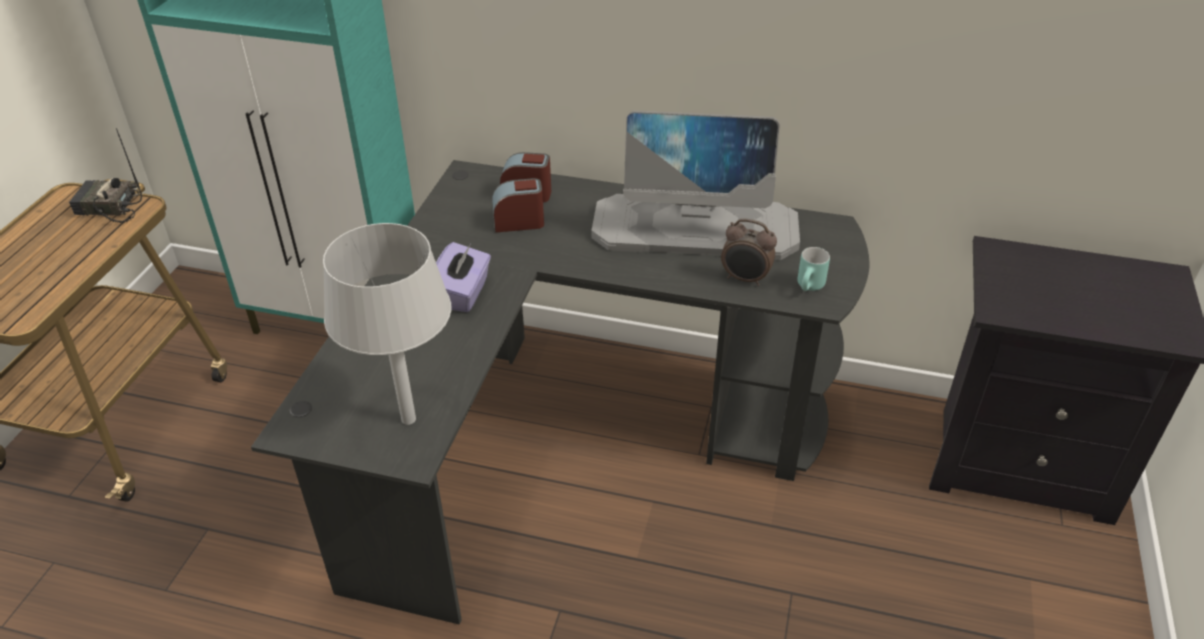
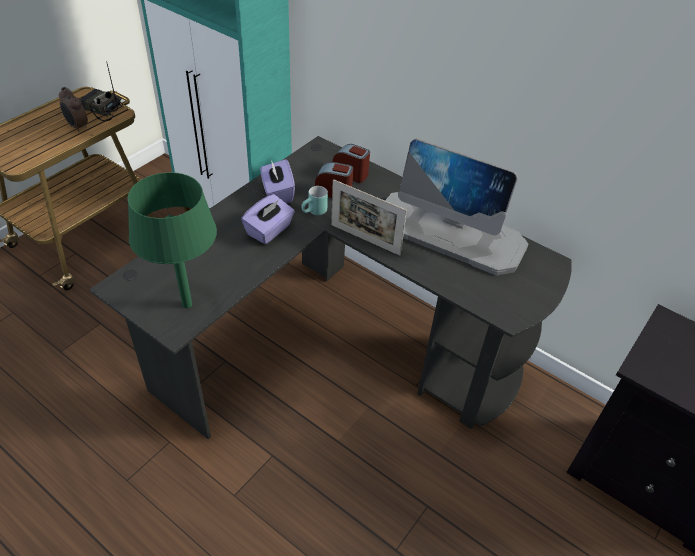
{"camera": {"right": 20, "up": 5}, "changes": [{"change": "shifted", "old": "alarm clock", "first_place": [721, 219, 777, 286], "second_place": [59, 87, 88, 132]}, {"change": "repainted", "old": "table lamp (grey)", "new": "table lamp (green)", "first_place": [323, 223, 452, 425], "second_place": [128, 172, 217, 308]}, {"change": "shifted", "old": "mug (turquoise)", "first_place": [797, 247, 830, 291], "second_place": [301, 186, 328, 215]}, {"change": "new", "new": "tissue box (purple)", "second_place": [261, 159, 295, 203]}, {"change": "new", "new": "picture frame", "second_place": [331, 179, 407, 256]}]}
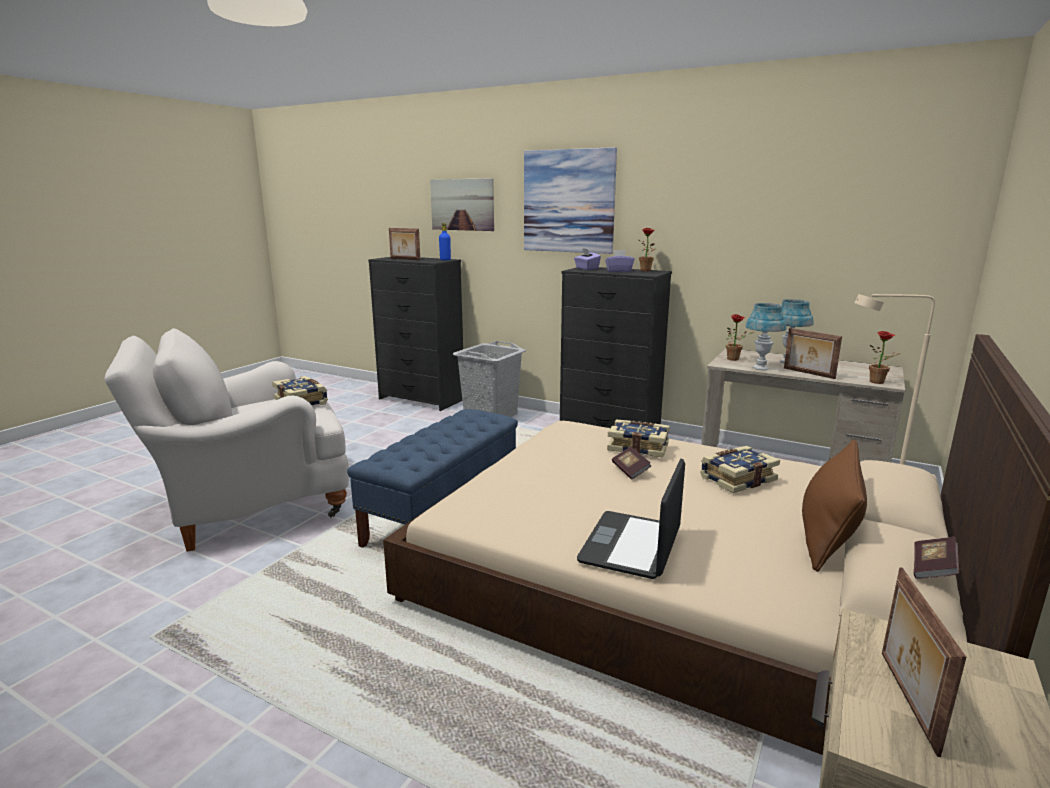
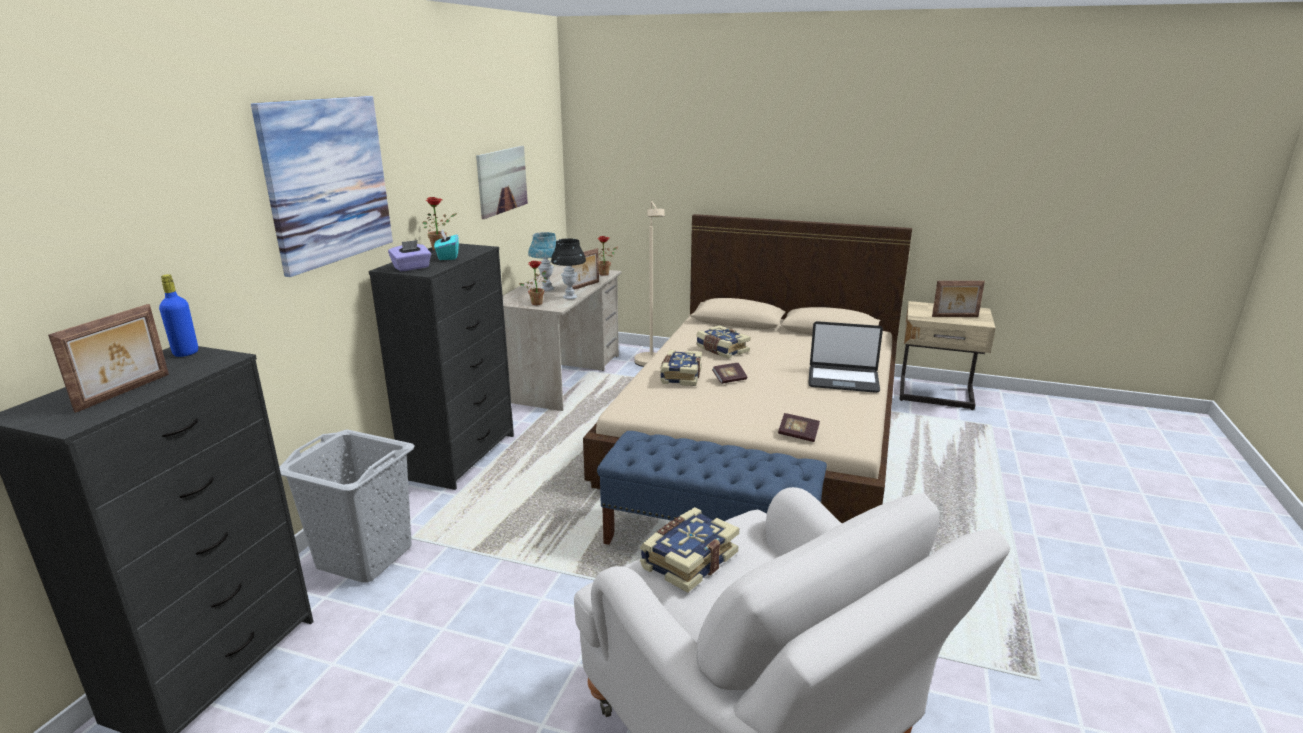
{"camera": {"right": -100, "up": 5}, "changes": [{"change": "shifted", "old": "picture", "first_place": [430, 178, 494, 231], "second_place": [476, 146, 528, 219]}, {"change": "repainted", "old": "tissue box (purple)", "new": "tissue box (turquoise)", "first_place": [605, 250, 634, 272], "second_place": [434, 229, 459, 260]}, {"change": "repainted", "old": "table lamp (blue)", "new": "table lamp (black)", "first_place": [745, 303, 787, 370], "second_place": [551, 238, 586, 299]}, {"change": "gone", "old": "pillow (brown)", "first_place": [802, 440, 867, 572]}, {"change": "shifted", "old": "book", "first_place": [914, 537, 959, 579], "second_place": [778, 413, 820, 442]}]}
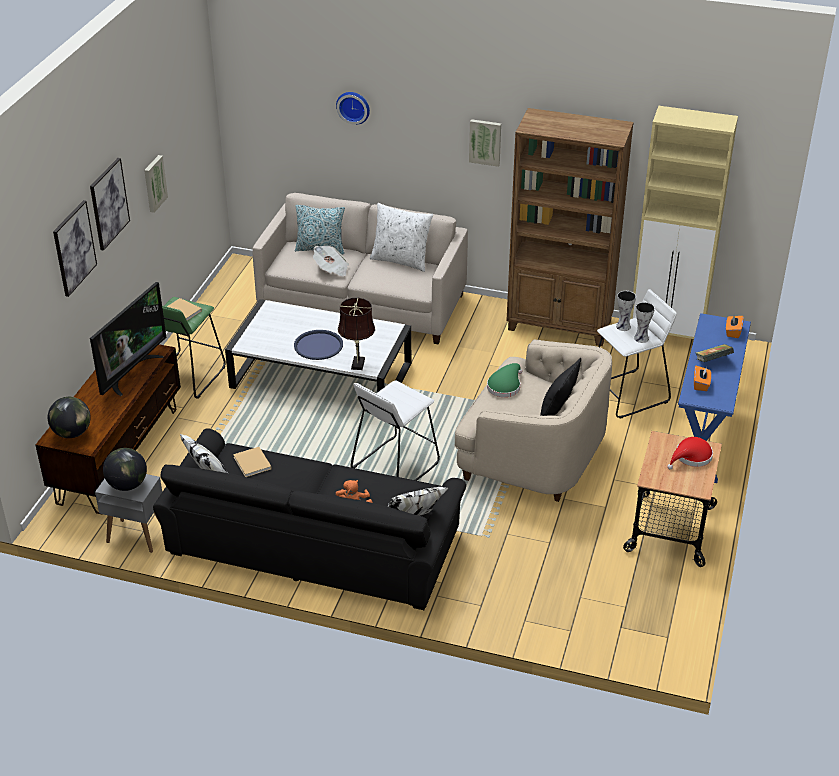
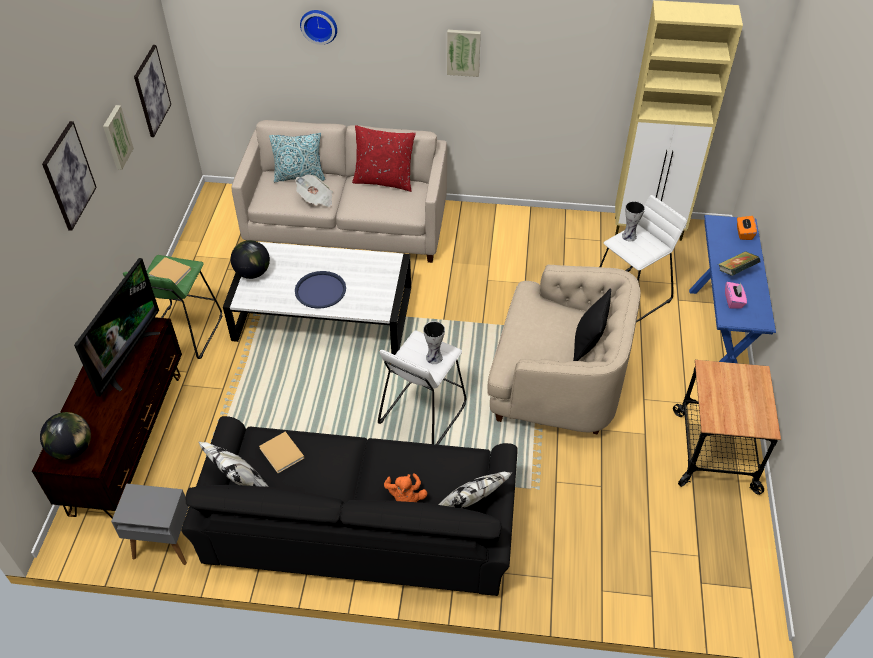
{"camera": {"right": -10, "up": 10}, "changes": [{"change": "gone", "old": "bookcase (brown)", "first_place": [506, 108, 634, 346]}, {"change": "shifted", "old": "picture", "first_place": [53, 200, 97, 297], "second_place": [134, 45, 171, 137]}, {"change": "repainted", "old": "pillow (white)", "new": "pillow (red)", "first_place": [370, 203, 433, 272], "second_place": [352, 125, 416, 192]}, {"change": "gone", "old": "table lamp (brown)", "first_place": [338, 298, 375, 370]}, {"change": "shifted", "old": "vase", "first_place": [634, 302, 655, 343], "second_place": [423, 321, 445, 364]}, {"change": "gone", "old": "hat (green)", "first_place": [487, 363, 522, 397]}, {"change": "repainted", "old": "tissue box (orange)", "new": "tissue box (pink)", "first_place": [694, 366, 711, 391], "second_place": [725, 282, 747, 308]}, {"change": "gone", "old": "hat (red)", "first_place": [667, 437, 713, 469]}, {"change": "shifted", "old": "globe", "first_place": [103, 448, 147, 491], "second_place": [231, 240, 270, 279]}]}
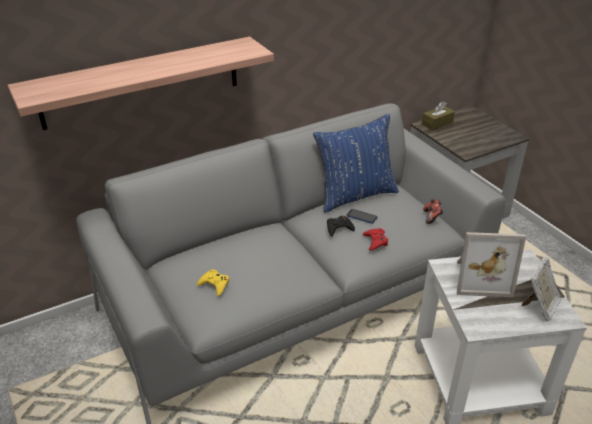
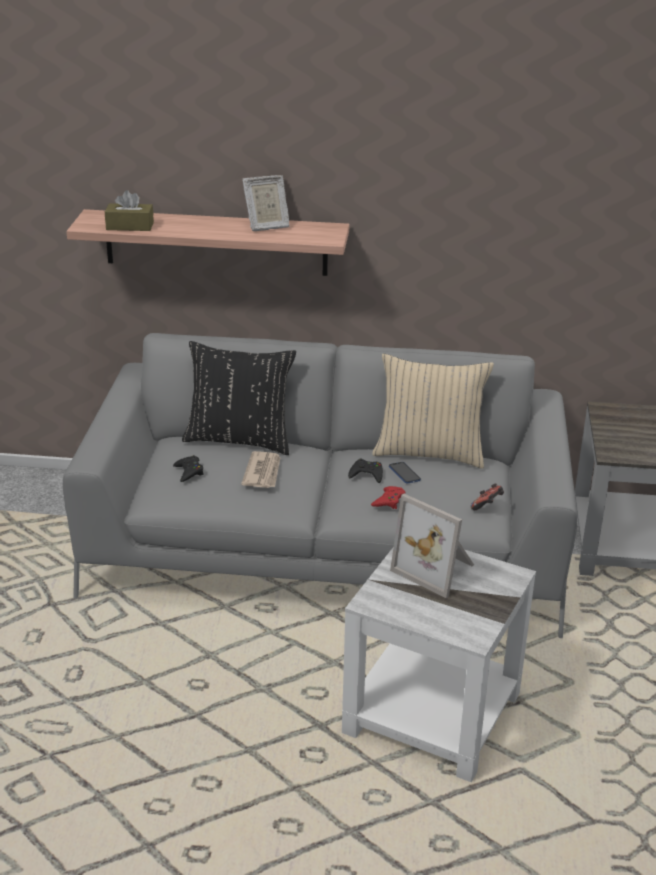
{"camera": {"right": 35, "up": -5}, "changes": [{"change": "shifted", "old": "tissue box (brown)", "first_place": [422, 101, 455, 131], "second_place": [105, 190, 154, 231]}, {"change": "repainted", "old": "pillow (blue)", "new": "pillow (beige)", "first_place": [313, 114, 399, 213], "second_place": [372, 354, 494, 469]}, {"change": "shifted", "old": "picture frame", "first_place": [522, 257, 561, 321], "second_place": [242, 175, 289, 231]}, {"change": "repainted", "old": "game controller (yellow)", "new": "game controller (black)", "first_place": [197, 269, 229, 296], "second_place": [173, 455, 204, 482]}, {"change": "new", "new": "pillow (black)", "second_place": [182, 341, 296, 455]}, {"change": "new", "new": "newspaper", "second_place": [241, 451, 281, 488]}]}
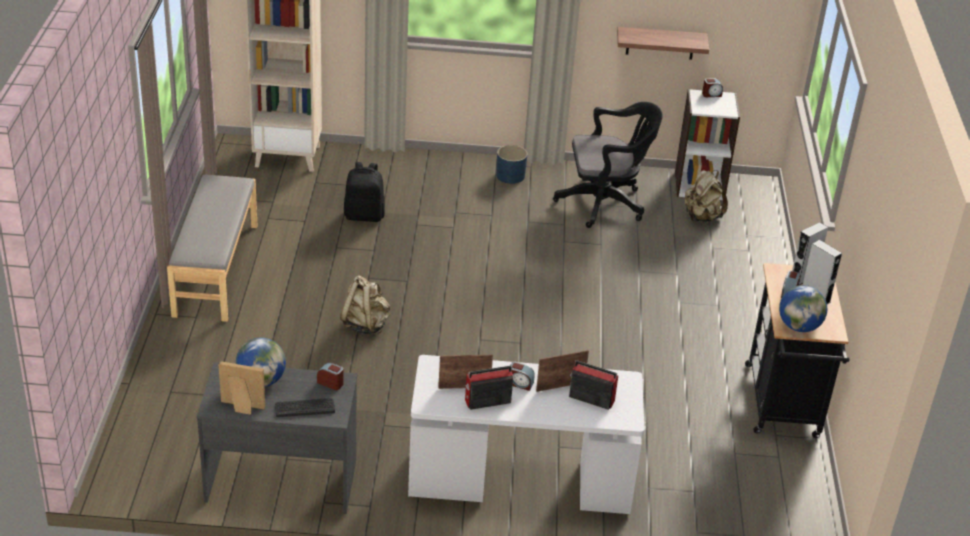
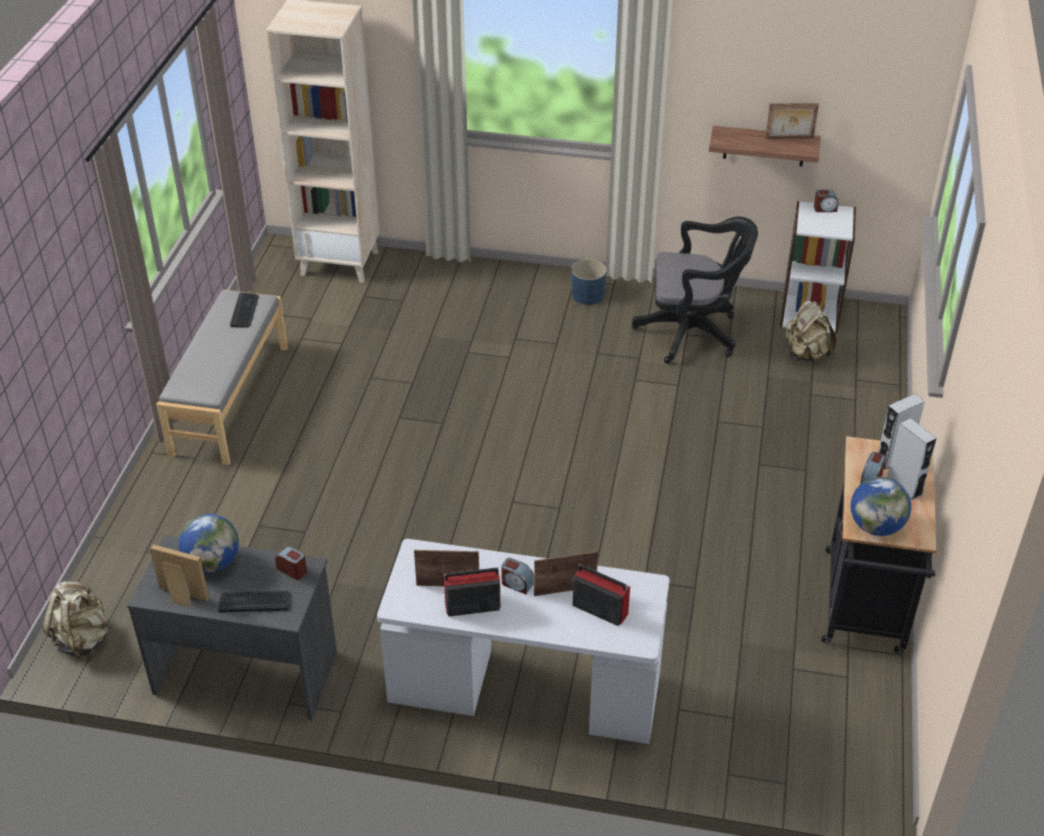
{"camera": {"right": 10, "up": 5}, "changes": [{"change": "gone", "old": "backpack (black)", "first_place": [344, 162, 385, 222]}, {"change": "shifted", "old": "backpack (beige)", "first_place": [340, 276, 390, 335], "second_place": [42, 581, 108, 660]}, {"change": "new", "new": "picture frame", "second_place": [765, 103, 819, 139]}, {"change": "new", "new": "keyboard", "second_place": [230, 292, 259, 328]}]}
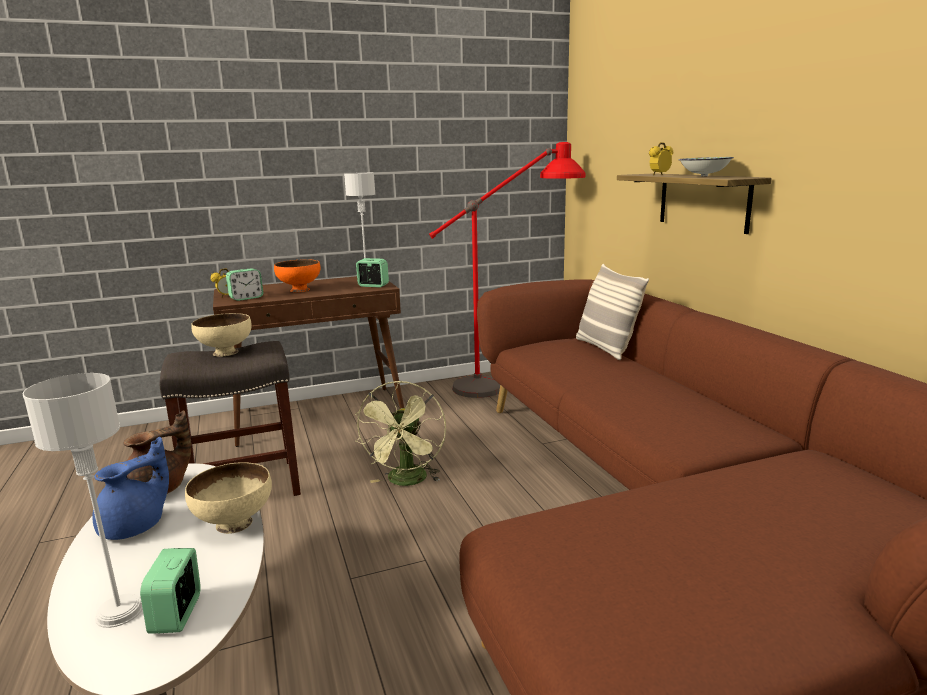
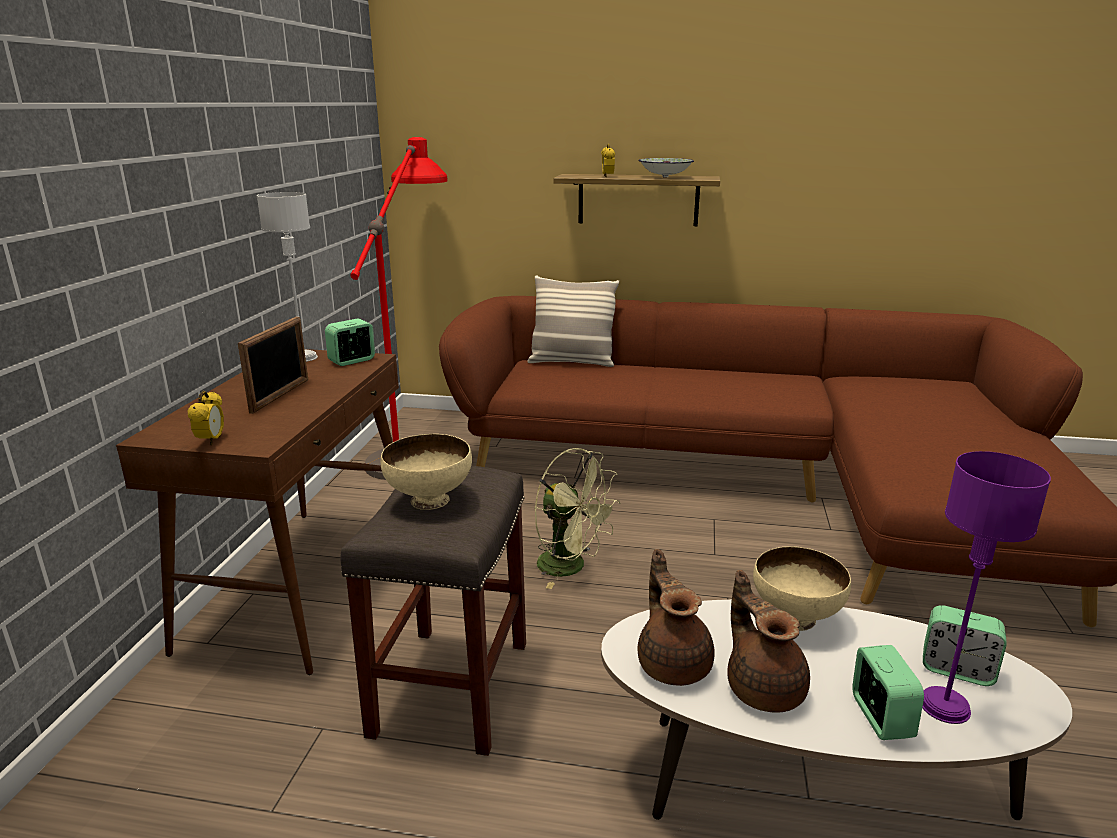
{"camera": {"right": -60, "up": 5}, "changes": [{"change": "swapped", "old": "bowl (orange)", "new": "picture frame", "first_place": [274, 259, 321, 292], "second_place": [238, 316, 308, 414]}, {"change": "shifted", "old": "alarm clock", "first_place": [226, 268, 263, 301], "second_place": [852, 645, 924, 740]}, {"change": "repainted", "old": "table lamp (grey)", "new": "table lamp (purple)", "first_place": [22, 373, 143, 628], "second_place": [922, 451, 1051, 724]}, {"change": "repainted", "old": "teapot (blue)", "new": "teapot (brown)", "first_place": [92, 437, 169, 540], "second_place": [727, 570, 810, 712]}]}
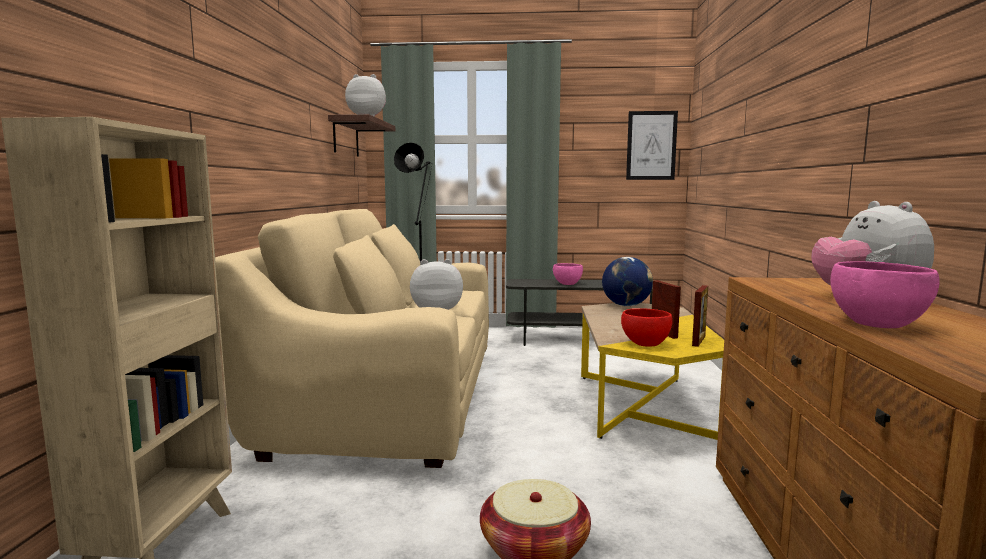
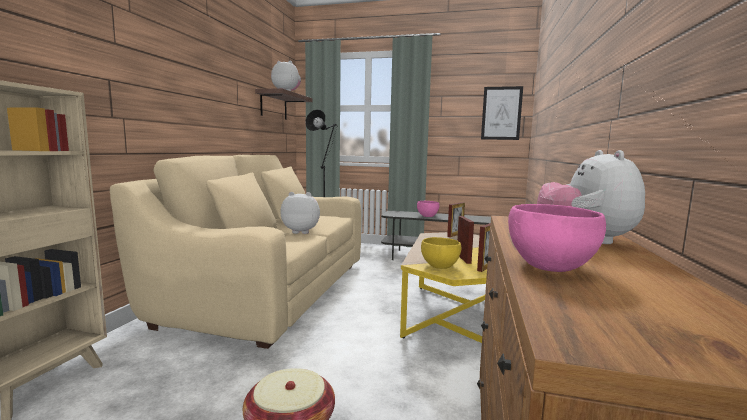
{"camera": {"right": 10, "up": 0}, "changes": [{"change": "swapped", "old": "globe", "new": "picture frame", "first_place": [602, 257, 653, 306], "second_place": [447, 202, 465, 237]}, {"change": "repainted", "old": "bowl (red)", "new": "bowl (yellow)", "first_place": [621, 308, 673, 346], "second_place": [421, 237, 461, 269]}]}
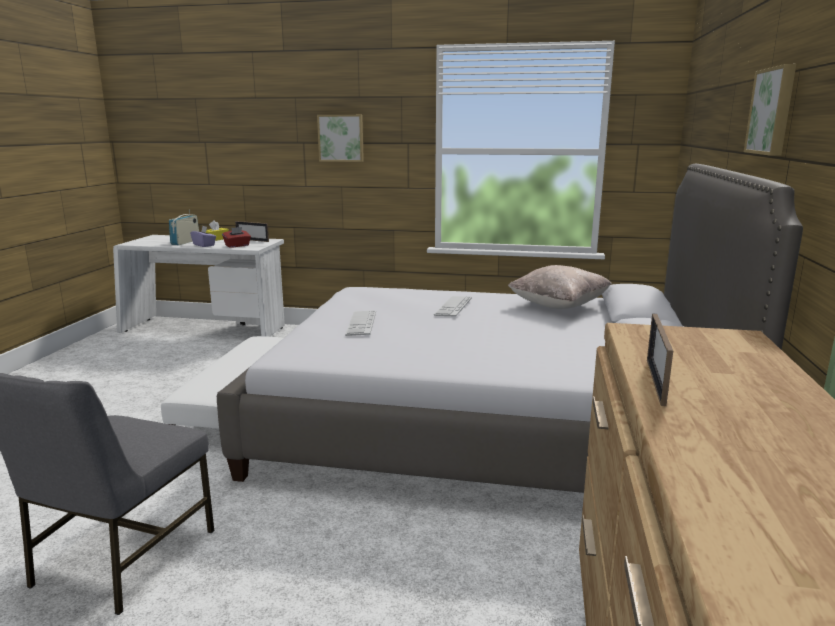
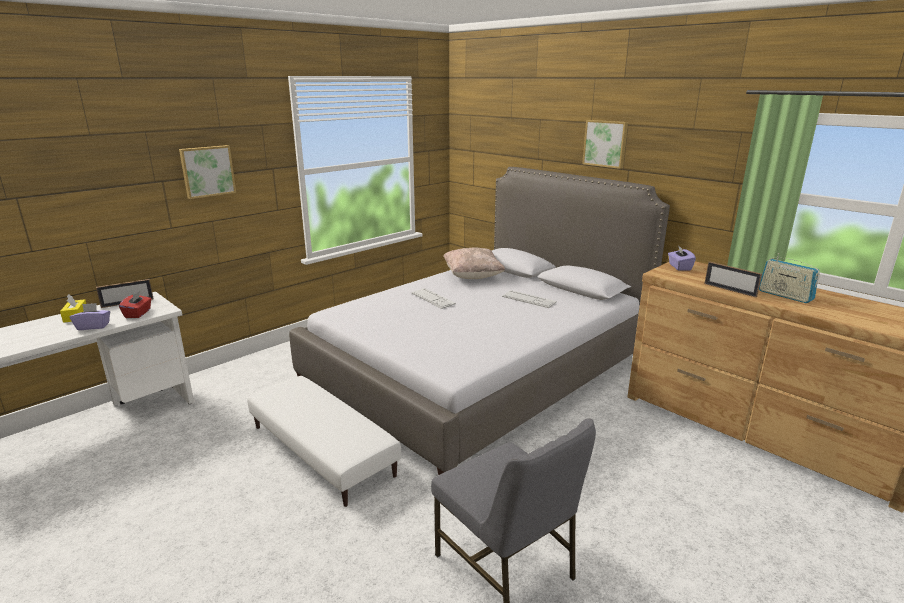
{"camera": {"right": -55, "up": 5}, "changes": [{"change": "shifted", "old": "radio", "first_place": [169, 210, 199, 245], "second_place": [759, 253, 820, 303]}, {"change": "shifted", "old": "keyboard", "first_place": [345, 311, 376, 336], "second_place": [502, 290, 557, 308]}, {"change": "new", "new": "tissue box (purple)", "second_place": [668, 245, 696, 270]}]}
